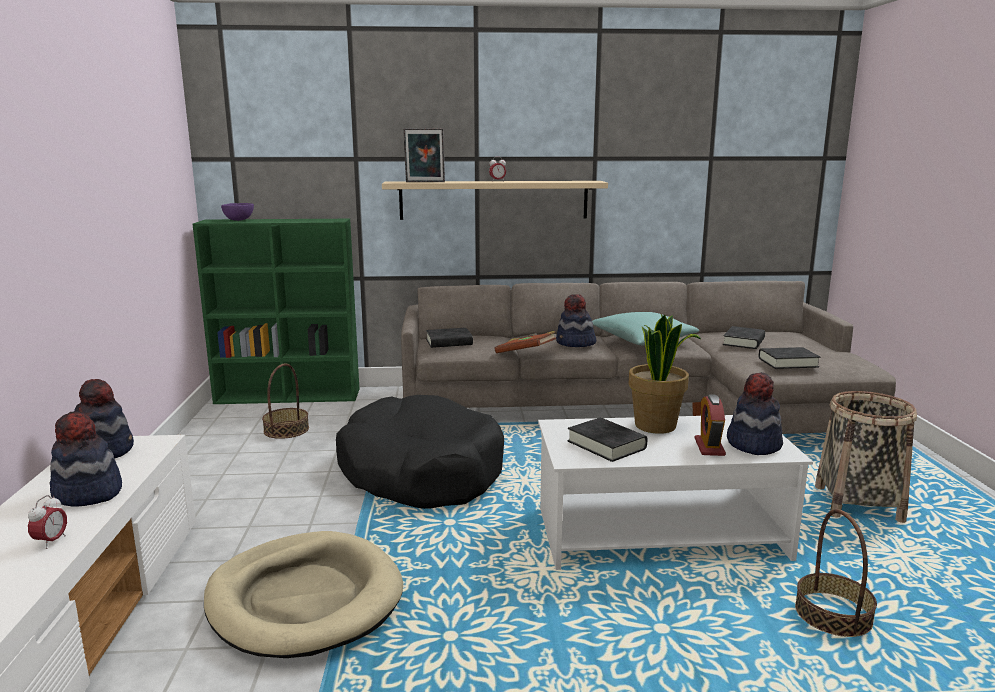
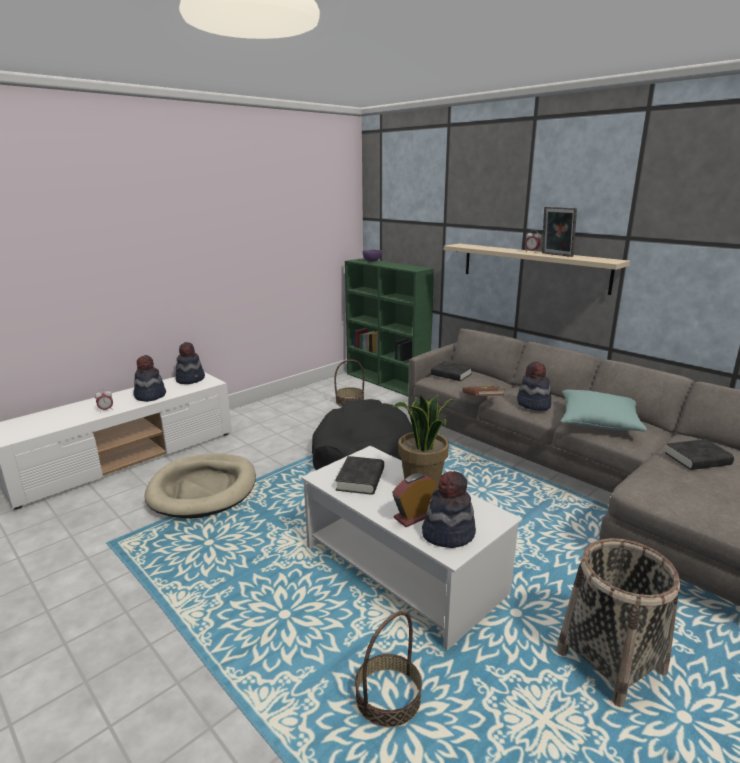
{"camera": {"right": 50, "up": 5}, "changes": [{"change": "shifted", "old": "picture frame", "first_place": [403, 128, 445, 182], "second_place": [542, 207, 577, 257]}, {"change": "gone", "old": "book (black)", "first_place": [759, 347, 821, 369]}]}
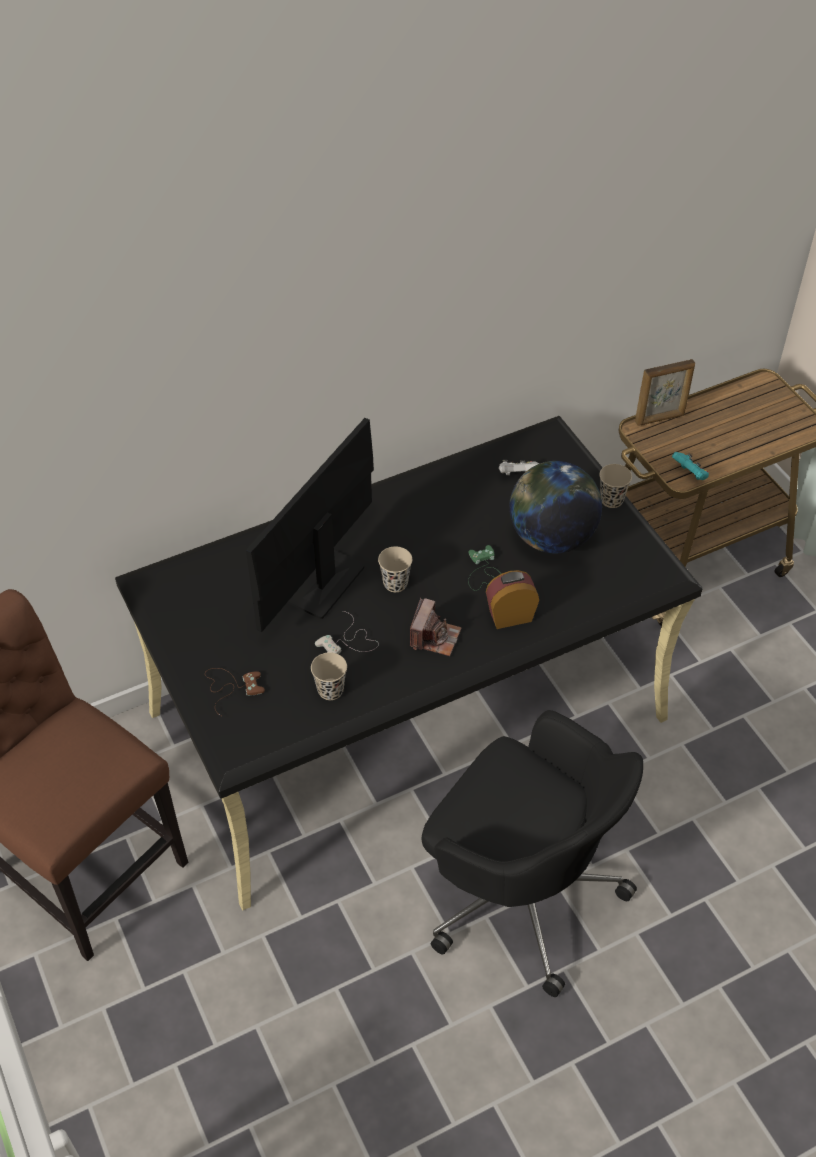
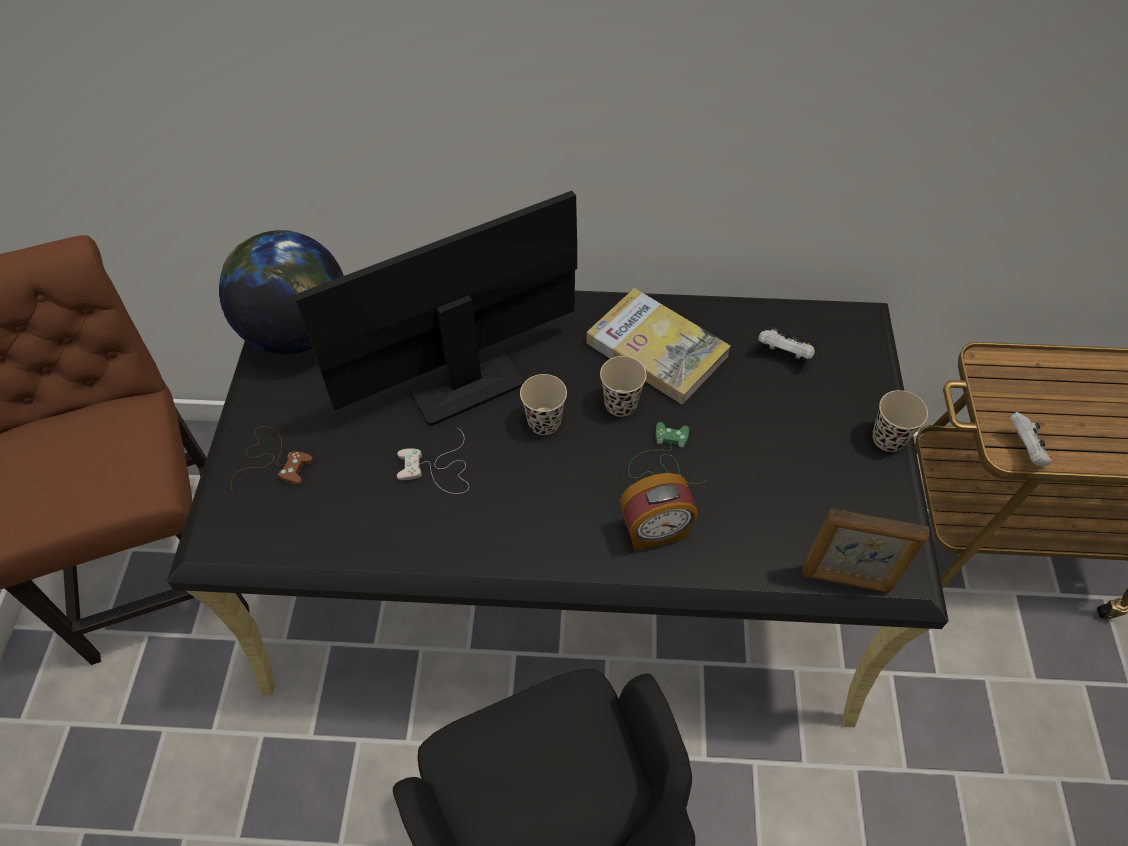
{"camera": {"right": 30, "up": 5}, "changes": [{"change": "shifted", "old": "picture frame", "first_place": [635, 359, 695, 426], "second_place": [802, 508, 929, 593]}, {"change": "repainted", "old": "game controller (turquoise)", "new": "game controller (white)", "first_place": [672, 452, 709, 480], "second_place": [1010, 412, 1052, 466]}, {"change": "shifted", "old": "globe", "first_place": [509, 461, 602, 554], "second_place": [219, 230, 344, 354]}, {"change": "rotated", "old": "alarm clock", "first_place": [486, 570, 539, 629], "second_place": [619, 473, 698, 551], "degrees": 150}, {"change": "gone", "old": "photo camera", "first_place": [410, 598, 462, 656]}, {"change": "shifted", "old": "cup (beige)", "first_place": [311, 652, 347, 700], "second_place": [600, 356, 647, 417]}, {"change": "new", "new": "book", "second_place": [586, 288, 731, 404]}]}
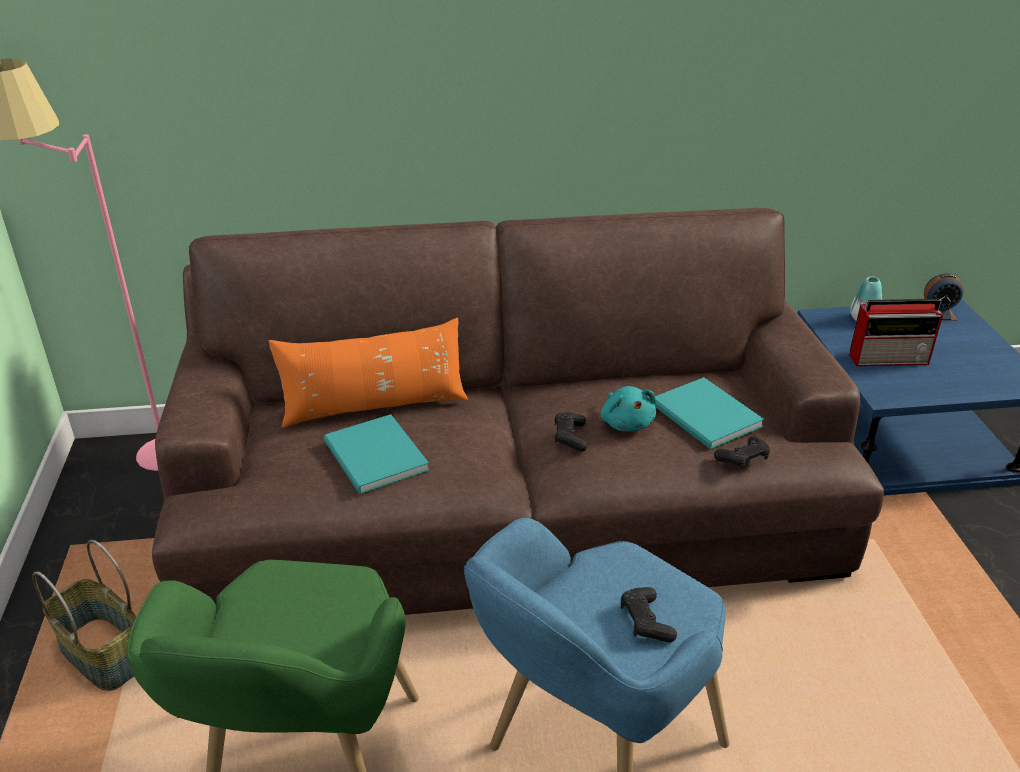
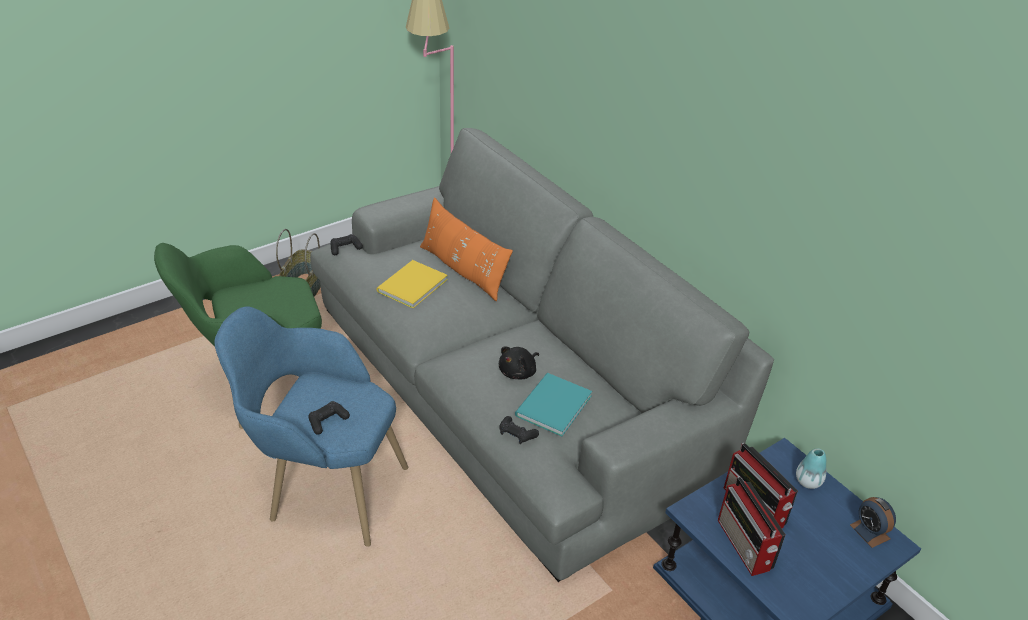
{"camera": {"right": 60, "up": 5}, "changes": [{"change": "repainted", "old": "sofa (brown)", "new": "sofa (grey)", "first_place": [152, 208, 884, 615], "second_place": [310, 128, 774, 582]}, {"change": "repainted", "old": "plush toy (turquoise)", "new": "plush toy (black)", "first_place": [601, 386, 656, 431], "second_place": [499, 346, 539, 379]}, {"change": "shifted", "old": "game controller (black)", "first_place": [555, 412, 587, 452], "second_place": [330, 234, 363, 255]}, {"change": "repainted", "old": "book (turquoise)", "new": "book (yellow)", "first_place": [324, 414, 429, 494], "second_place": [376, 260, 448, 308]}, {"change": "new", "new": "radio", "second_place": [718, 477, 786, 576]}]}
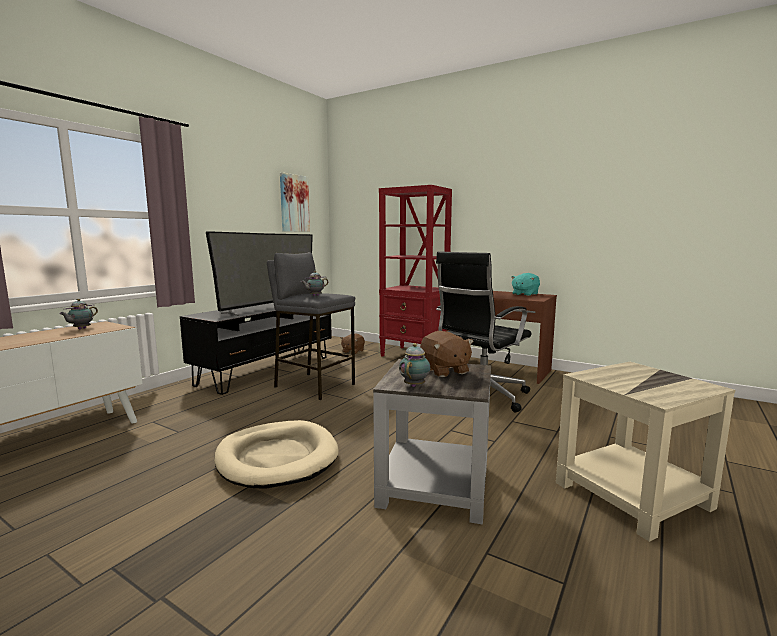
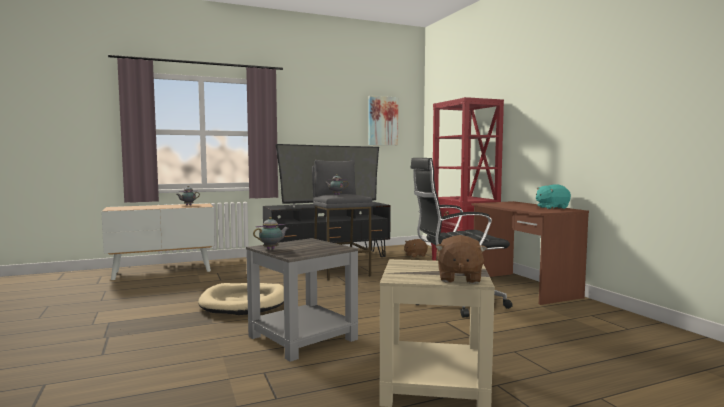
{"camera": {"right": 35, "up": -5}, "changes": [{"change": "shifted", "old": "plush toy (brown)", "first_place": [420, 331, 473, 377], "second_place": [435, 235, 487, 284]}]}
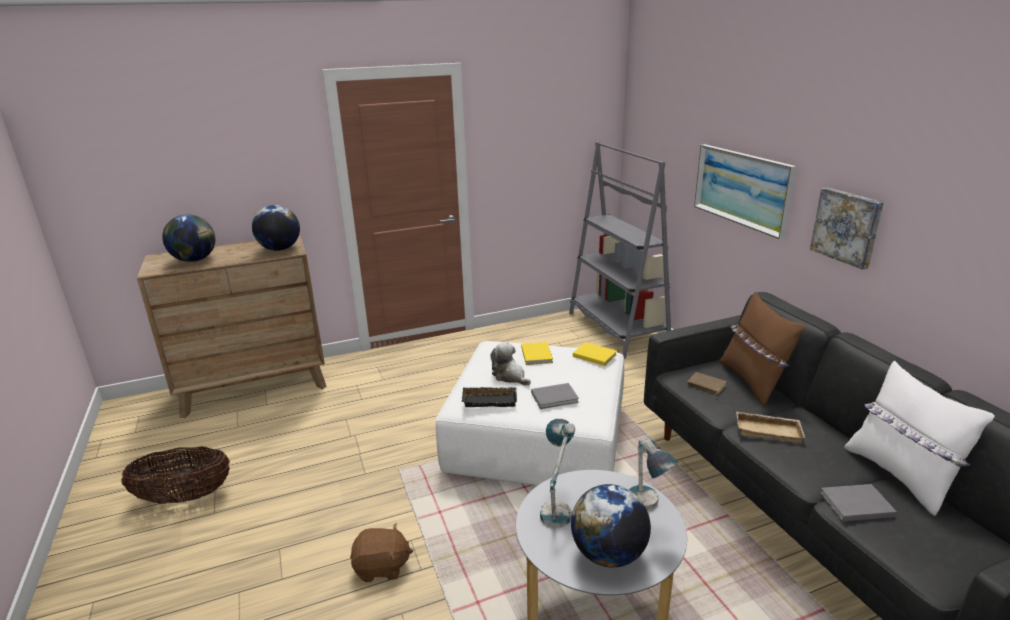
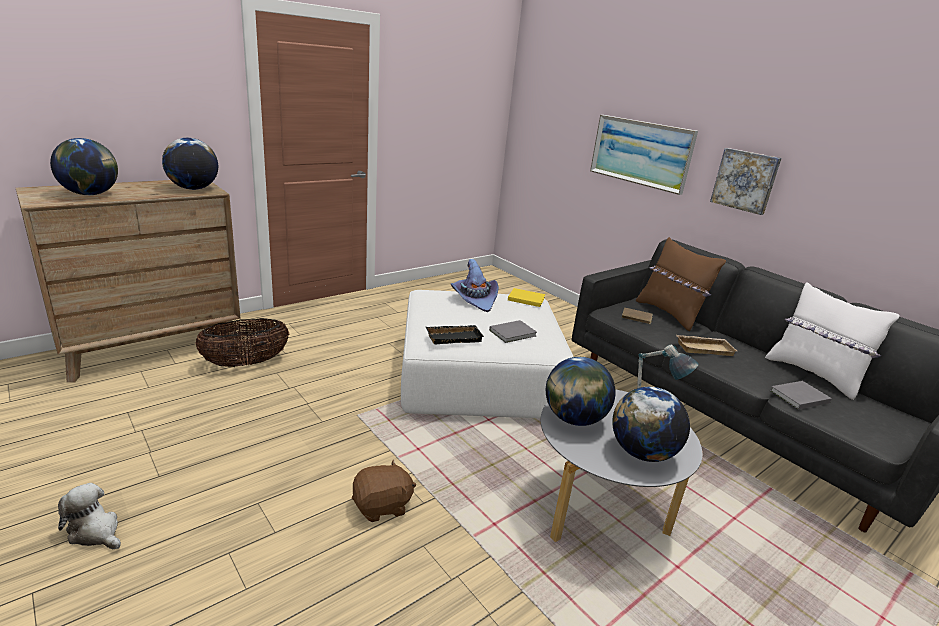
{"camera": {"right": -20, "up": 0}, "changes": [{"change": "gone", "old": "bookcase (grey)", "first_place": [569, 142, 671, 359]}, {"change": "swapped", "old": "book (yellow)", "new": "hat (purple)", "first_place": [521, 342, 553, 365], "second_place": [451, 259, 499, 312]}, {"change": "shifted", "old": "plush toy", "first_place": [490, 343, 531, 386], "second_place": [58, 483, 121, 549]}, {"change": "swapped", "old": "table lamp", "new": "globe", "first_place": [540, 419, 575, 528], "second_place": [546, 357, 616, 426]}, {"change": "shifted", "old": "basket", "first_place": [121, 446, 230, 504], "second_place": [195, 318, 289, 367]}]}
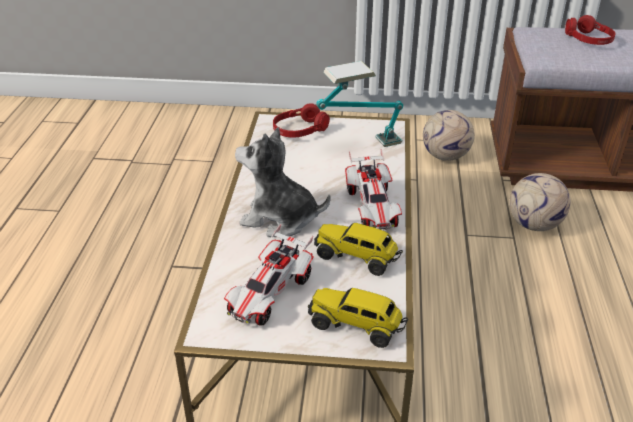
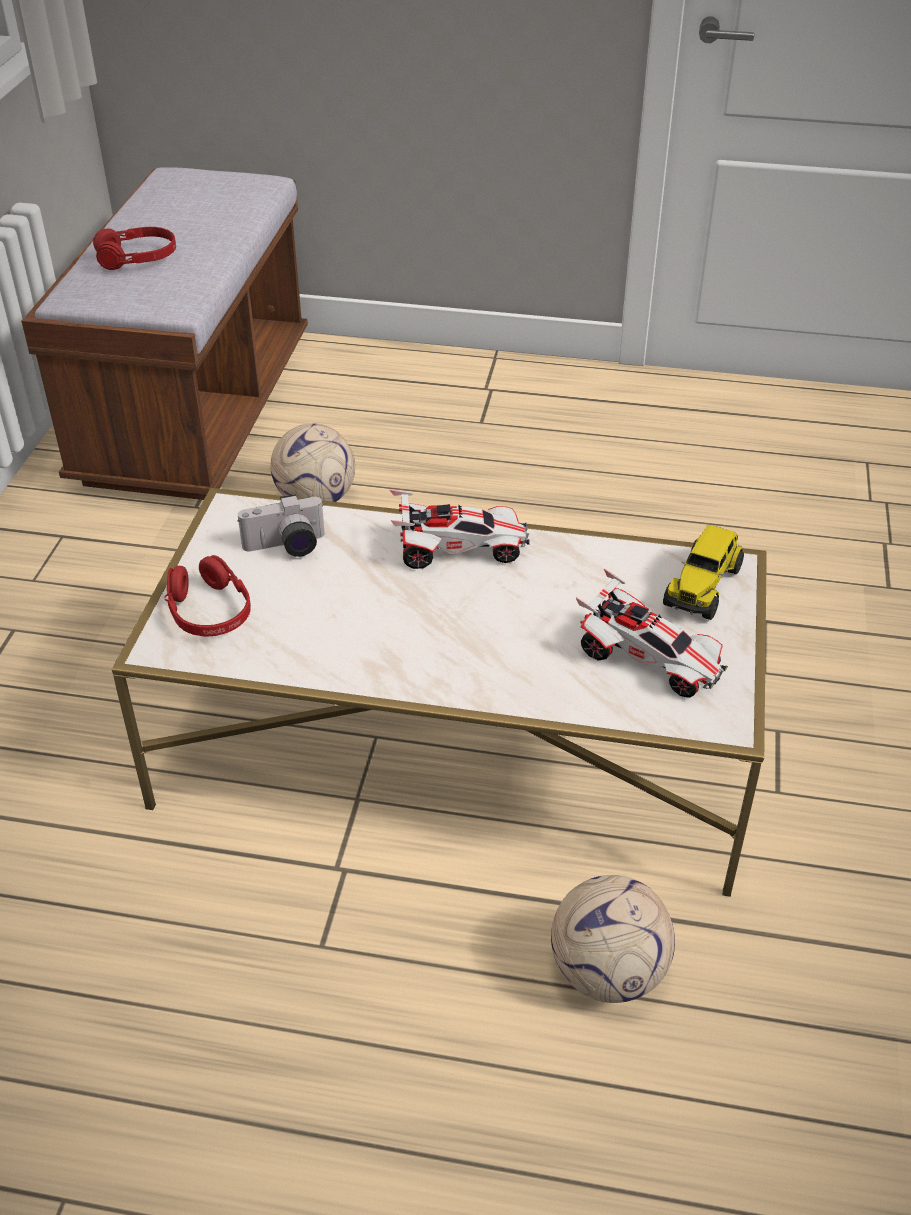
{"camera": {"right": -85, "up": 5}, "changes": [{"change": "swapped", "old": "table lamp", "new": "photo camera", "first_place": [316, 61, 403, 147], "second_place": [238, 494, 325, 557]}, {"change": "shifted", "old": "football", "first_place": [423, 110, 475, 161], "second_place": [551, 875, 675, 1003]}, {"change": "gone", "old": "plush toy", "first_place": [235, 127, 330, 237]}, {"change": "gone", "old": "toy truck", "first_place": [314, 223, 403, 276]}]}
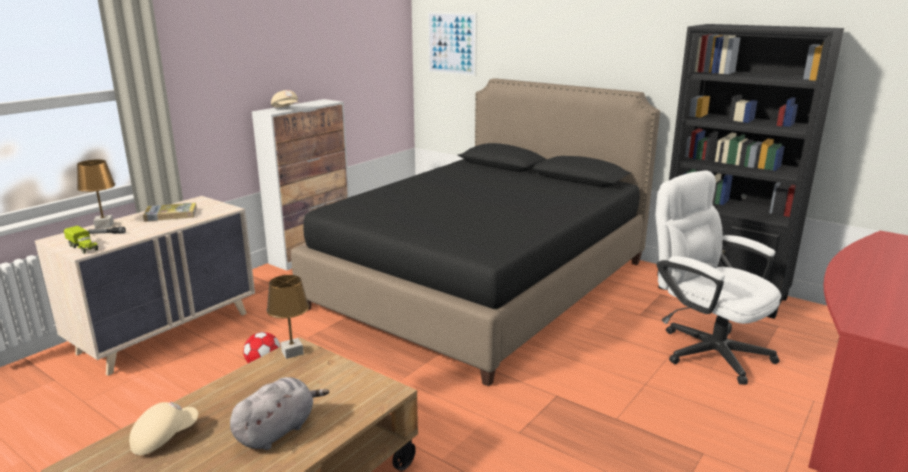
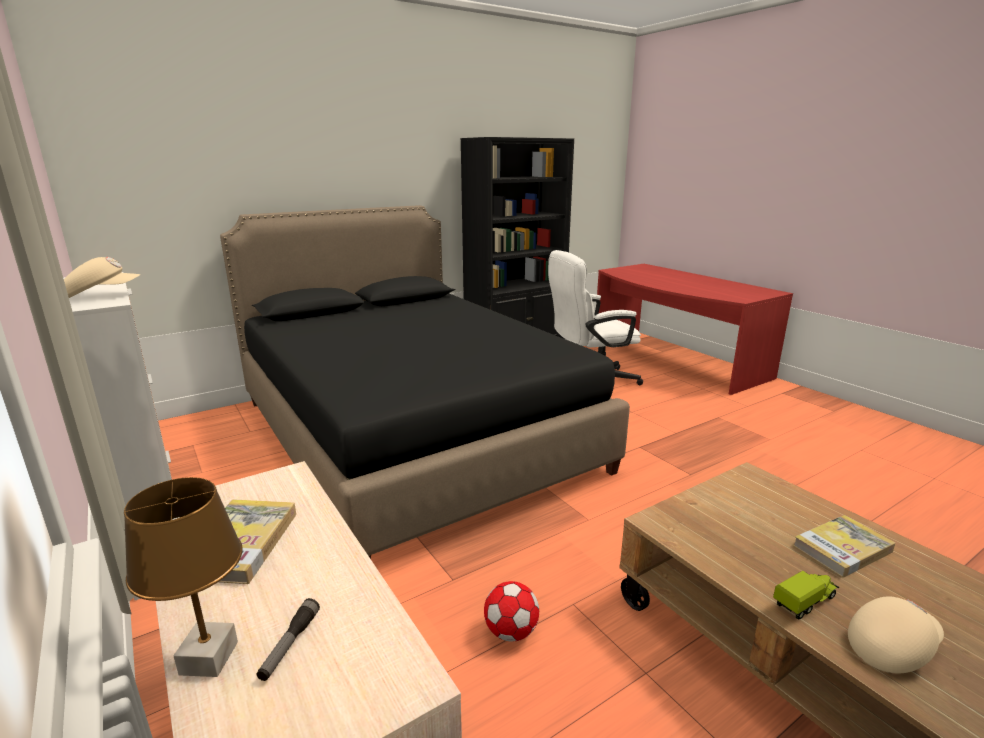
{"camera": {"right": -70, "up": 0}, "changes": [{"change": "gone", "old": "picture", "first_place": [428, 11, 477, 77]}, {"change": "shifted", "old": "toy truck", "first_place": [64, 226, 99, 254], "second_place": [773, 571, 839, 620]}, {"change": "gone", "old": "table lamp (brown)", "first_place": [267, 275, 309, 359]}, {"change": "swapped", "old": "plush toy (grey)", "new": "book", "first_place": [230, 377, 329, 450], "second_place": [793, 515, 895, 578]}, {"change": "rotated", "old": "cap (beige)", "first_place": [129, 402, 198, 455], "second_place": [848, 596, 944, 673], "degrees": 90}]}
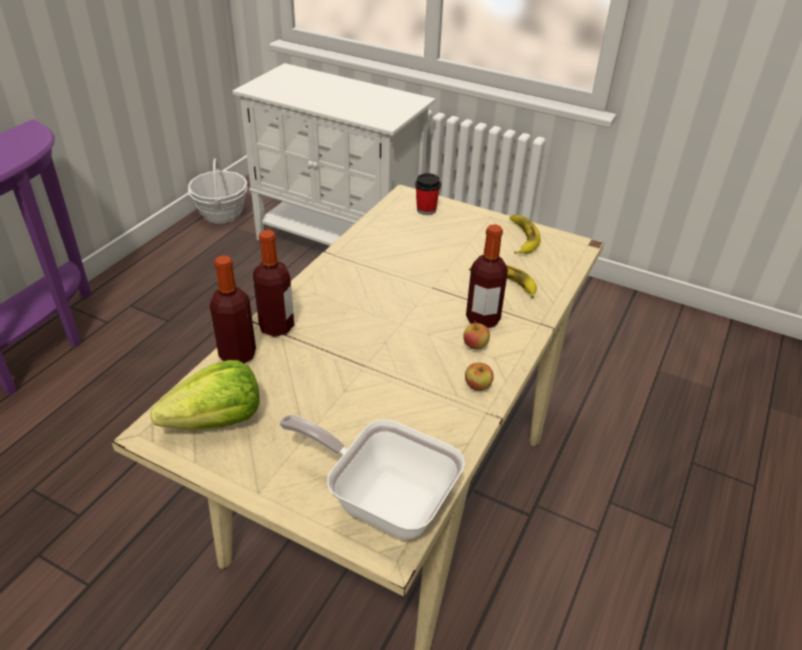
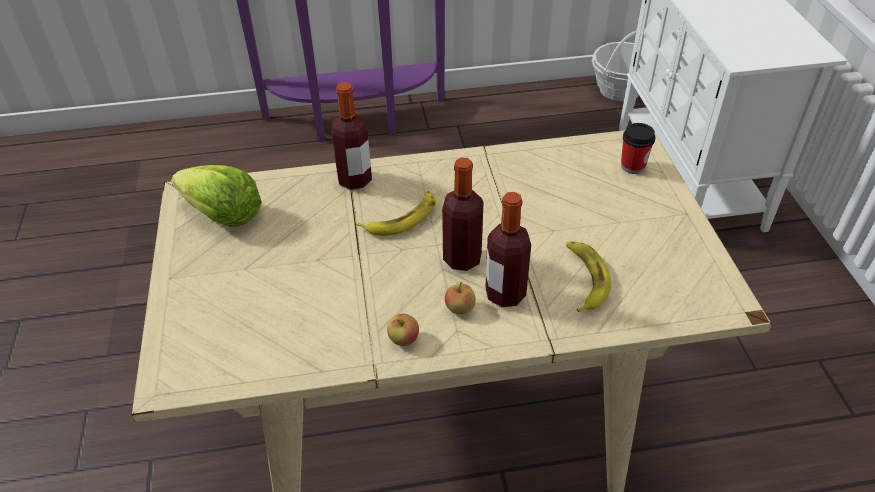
{"camera": {"right": 55, "up": 5}, "changes": [{"change": "shifted", "old": "banana", "first_place": [510, 215, 541, 254], "second_place": [357, 190, 436, 236]}, {"change": "shifted", "old": "bottle", "first_place": [210, 256, 256, 363], "second_place": [442, 157, 484, 271]}, {"change": "gone", "old": "frying pan", "first_place": [279, 415, 465, 540]}]}
